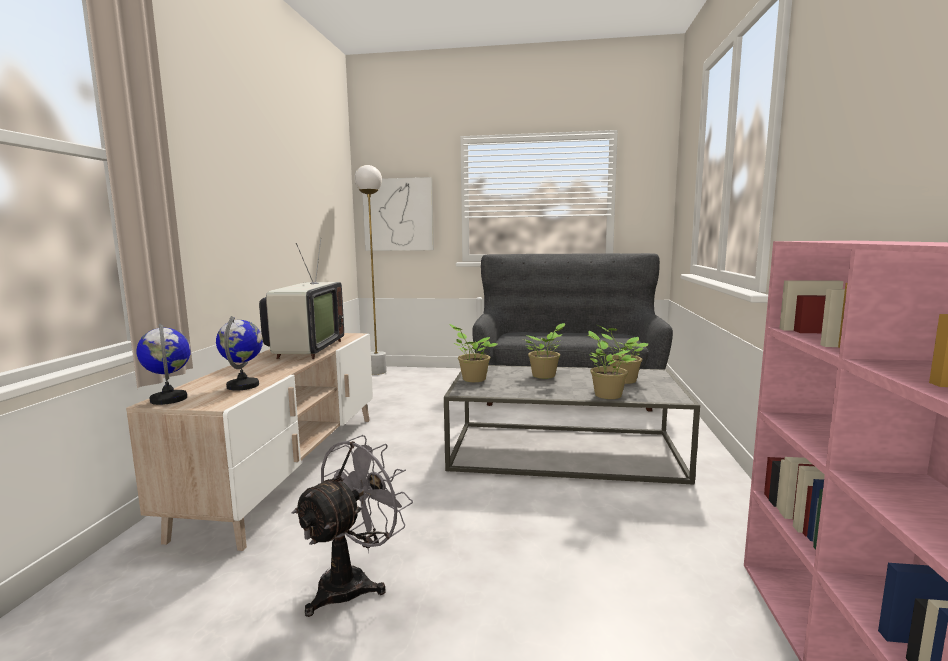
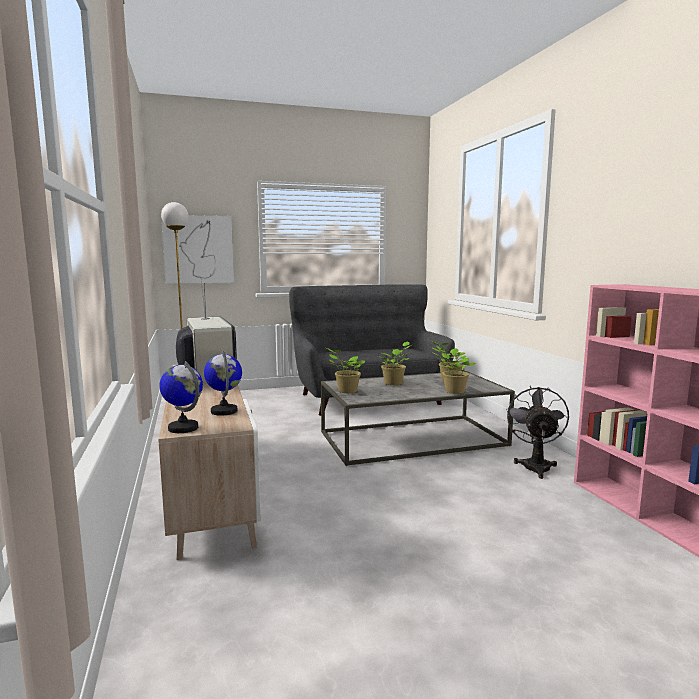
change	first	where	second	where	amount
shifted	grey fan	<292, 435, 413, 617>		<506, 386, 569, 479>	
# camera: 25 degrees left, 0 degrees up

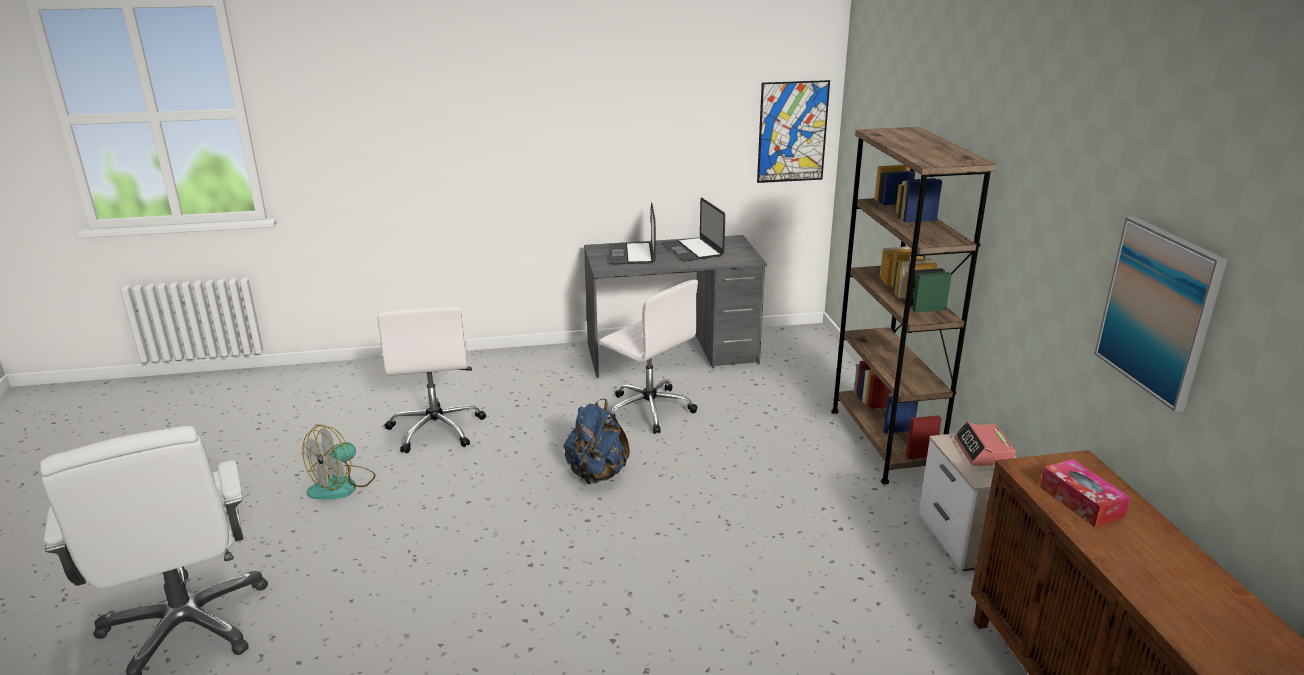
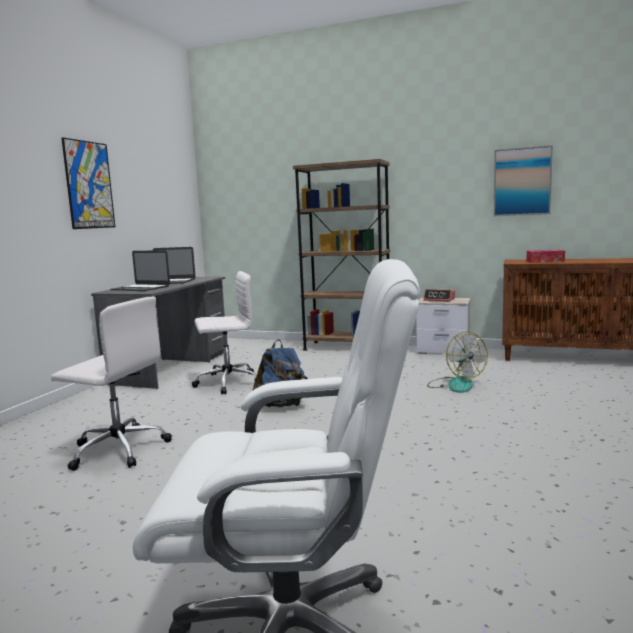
change	first	where	second	where	amount
shifted	picture	<757, 80, 830, 183>		<61, 137, 115, 229>	
shifted	fan	<302, 425, 375, 500>		<427, 331, 488, 393>	
# camera: 60 degrees left, 15 degrees down

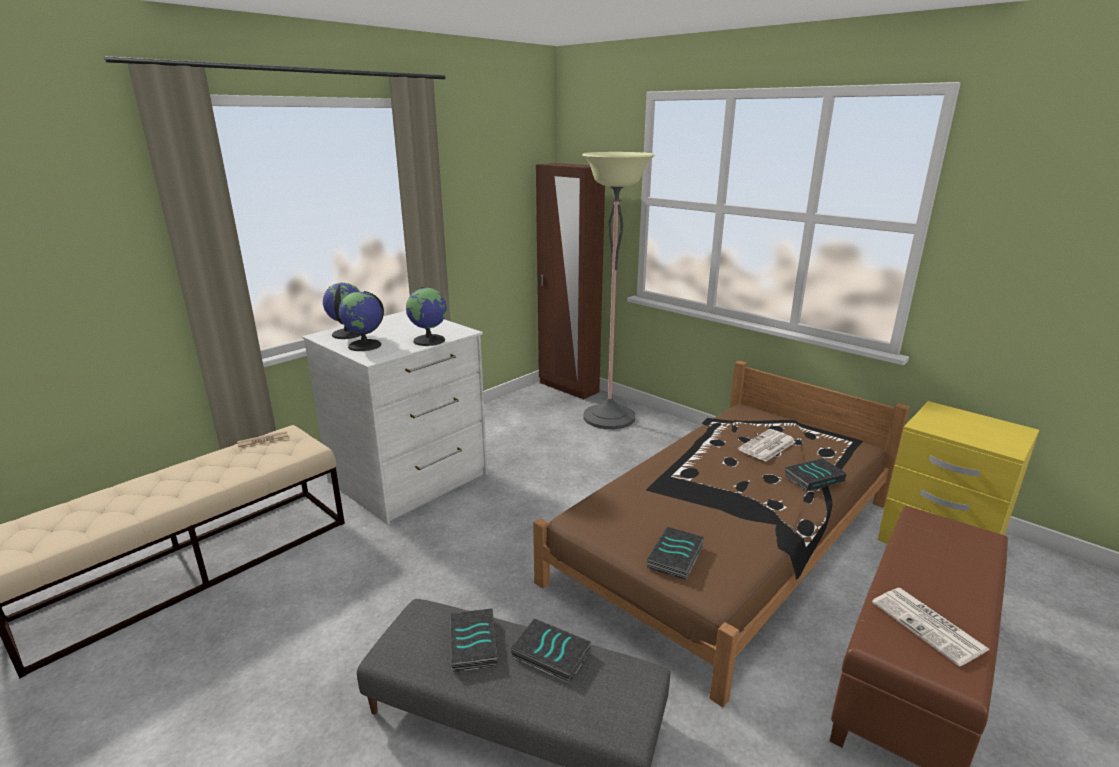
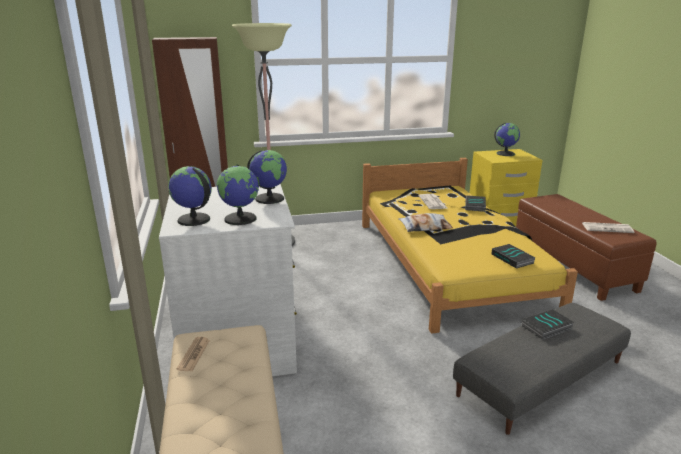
change	first	where	second	where	amount
repainted	brown bed	<533, 361, 910, 707>	yellow bed	<362, 158, 578, 334>	
gone	book	<450, 608, 498, 672>			
new			globe	<494, 123, 520, 156>	
new			pillow	<398, 213, 453, 232>	
# camera: 55 degrees left, 0 degrees up

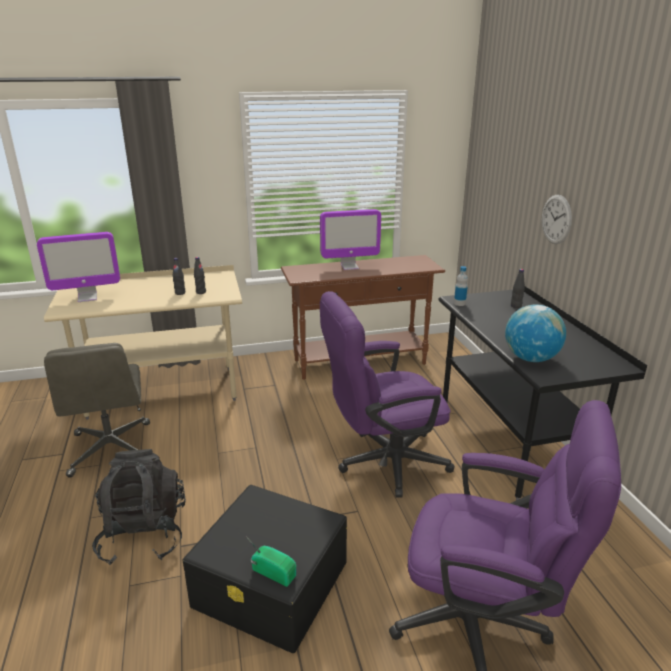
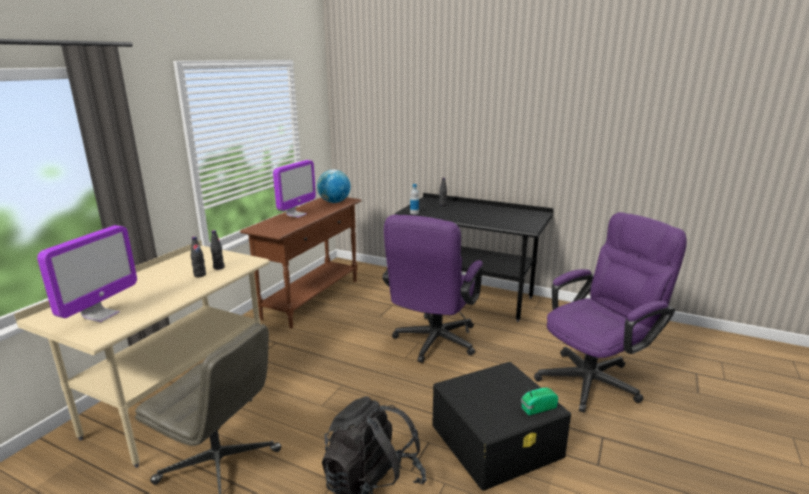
change	first	where	second	where	amount
gone	wall clock	<542, 195, 572, 244>			
shifted	globe	<505, 304, 566, 362>		<317, 170, 351, 203>	
# camera: 50 degrees left, 5 degrees down

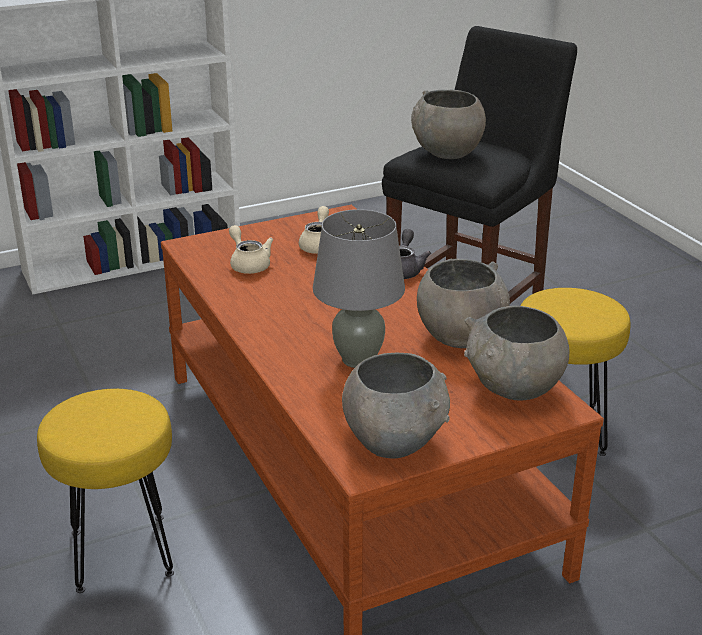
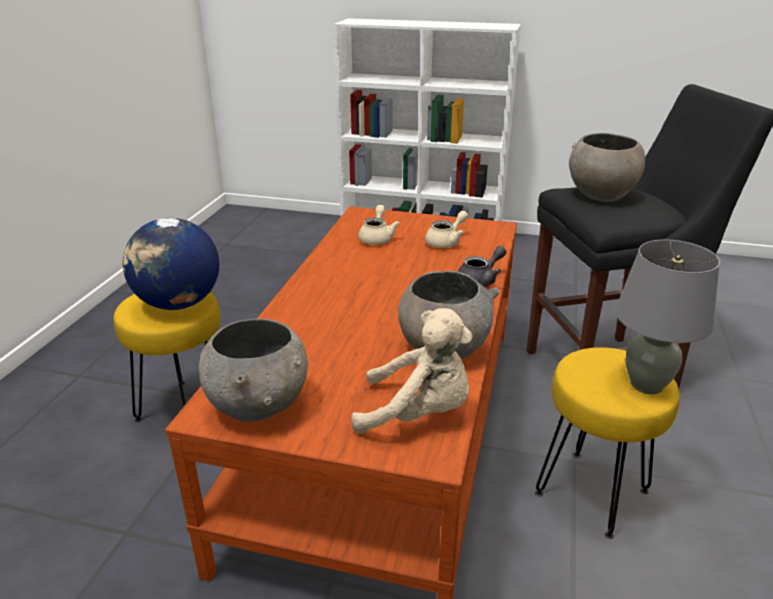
change	first	where	second	where	amount
shifted	grey table lamp	<313, 209, 405, 368>		<615, 240, 720, 394>	
swapped	grey bowl	<464, 306, 569, 400>	beige plush toy	<351, 308, 473, 434>	
new			globe	<122, 218, 219, 310>	
# camera: 40 degrees right, 0 degrees up

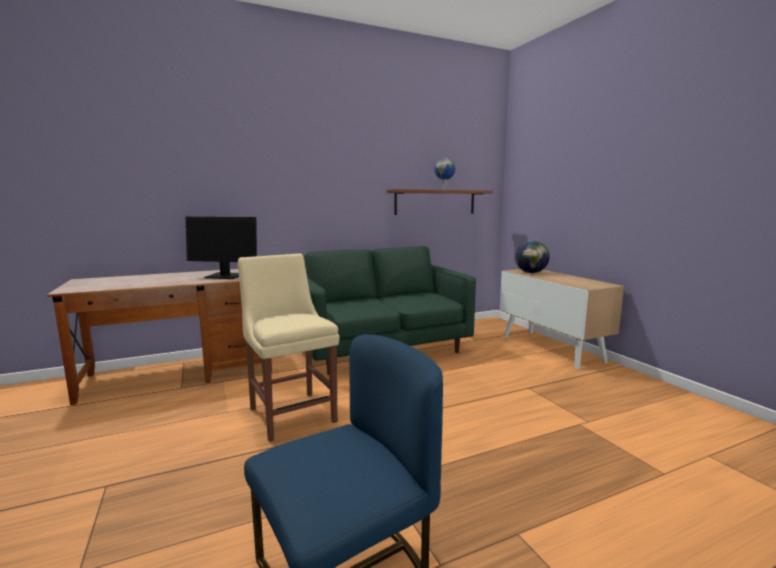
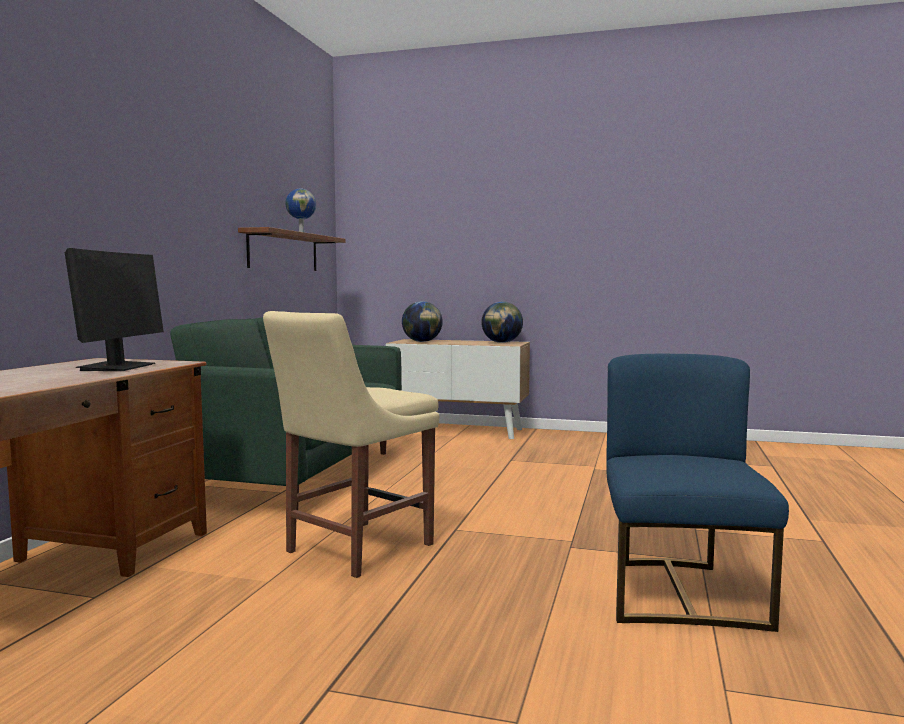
change	first	where	second	where	amount
rotated	monitor	<186, 217, 257, 279>		<65, 248, 164, 371>	45 degrees counterclockwise
rotated	beige chair	<238, 254, 340, 442>		<263, 311, 439, 578>	60 degrees counterclockwise
new			globe	<481, 302, 523, 343>	
# camera: 50 degrees left, 5 degrees down

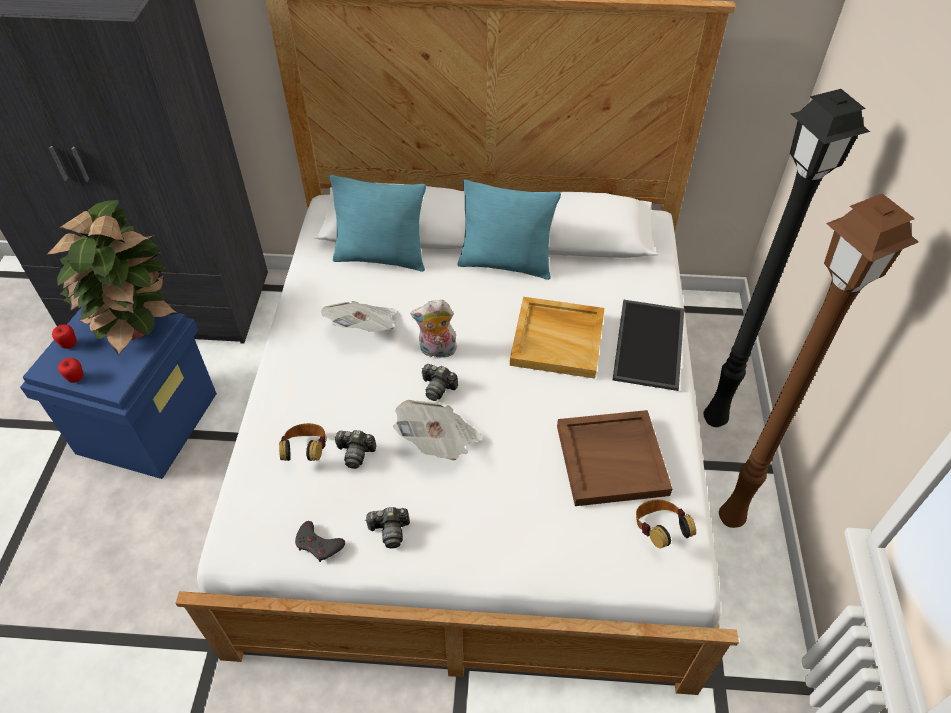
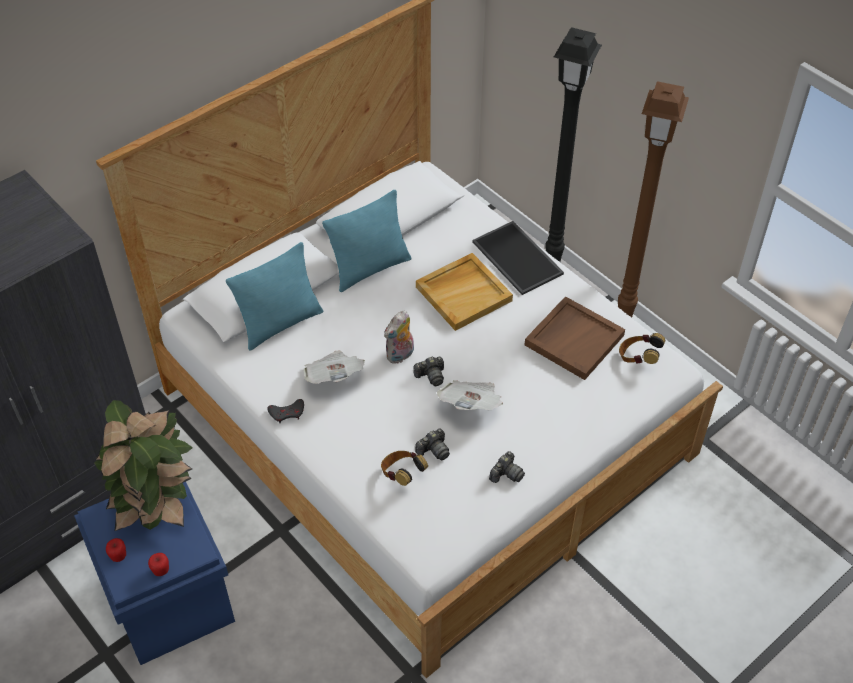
change	first	where	second	where	amount
shifted	grey game controller	<295, 521, 345, 562>		<267, 399, 304, 423>	
# camera: 45 degrees left, 0 degrees up

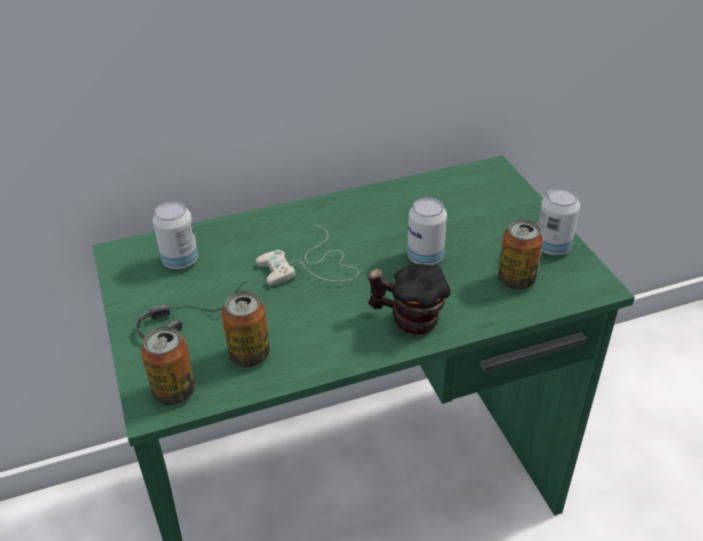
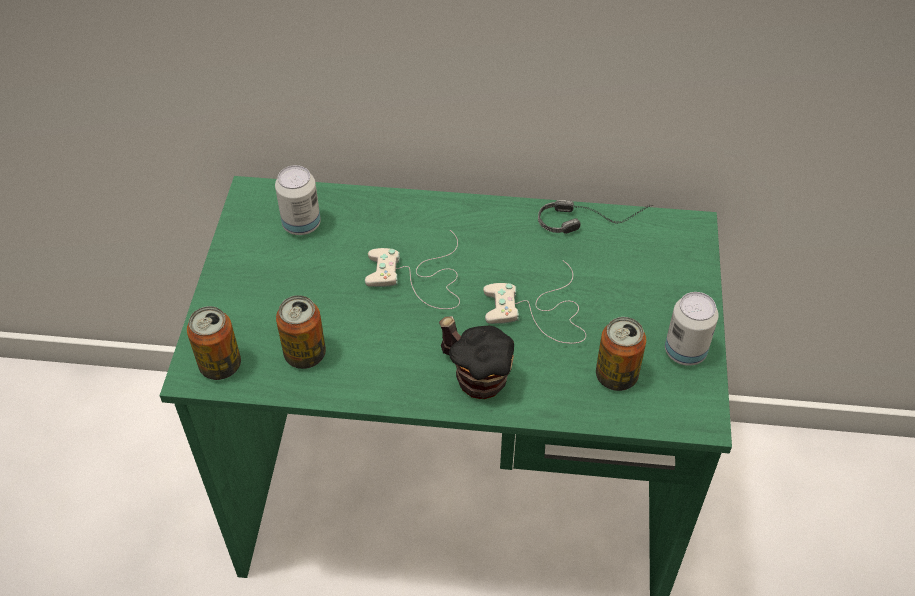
change	first	where	second	where	amount
swapped	can	<407, 197, 447, 265>	white game controller	<483, 260, 586, 344>	
shifted	headphones	<135, 282, 246, 339>		<538, 200, 653, 234>	
# camera: 25 degrees right, 10 degrees up

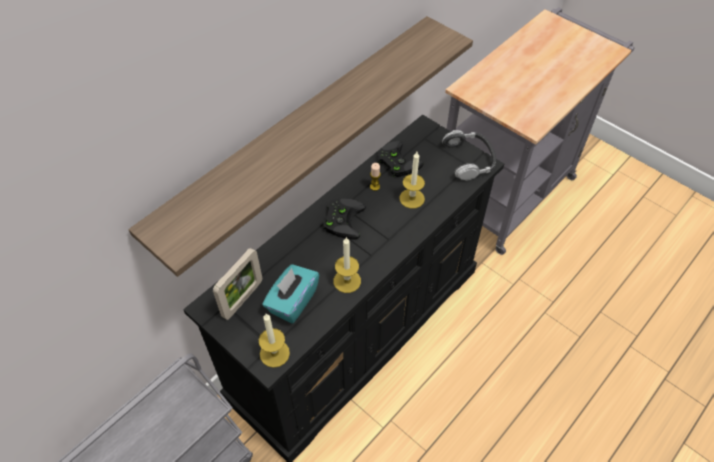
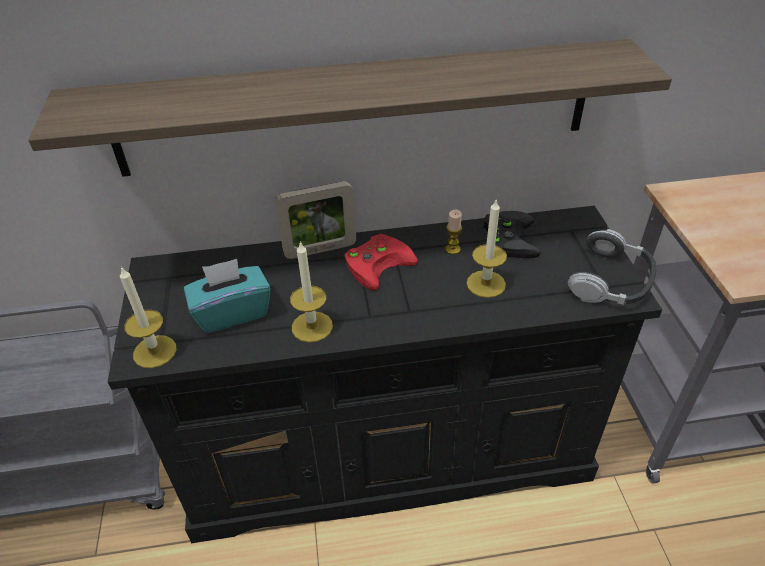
change	first	where	second	where	amount
repainted	black game controller	<323, 199, 366, 239>	red game controller	<345, 234, 418, 290>	
shifted	picture frame	<213, 248, 262, 320>		<275, 181, 356, 259>	
# camera: 40 degrees right, 10 degrees down

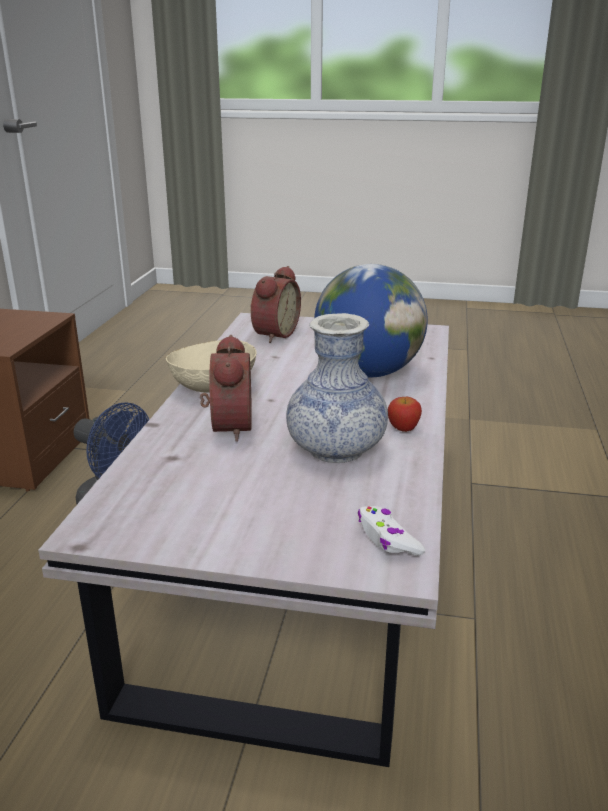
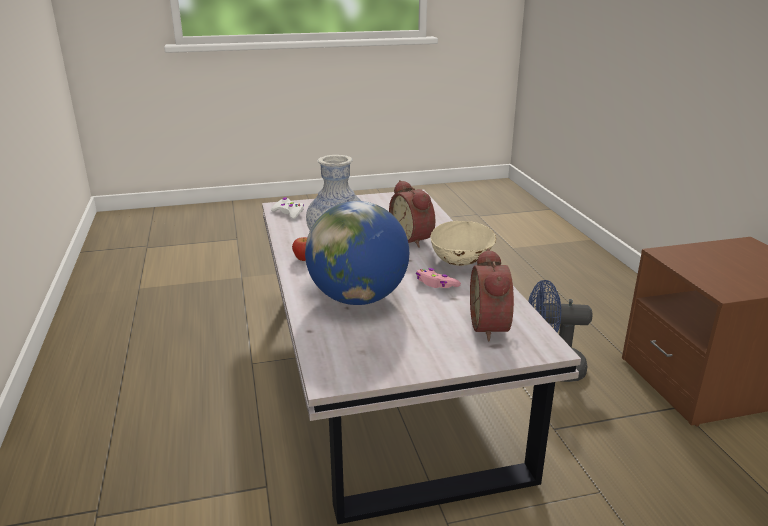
change	first	where	second	where	amount
new			pink game controller	<416, 268, 461, 288>	
# camera: 155 degrees right, 0 degrees up

